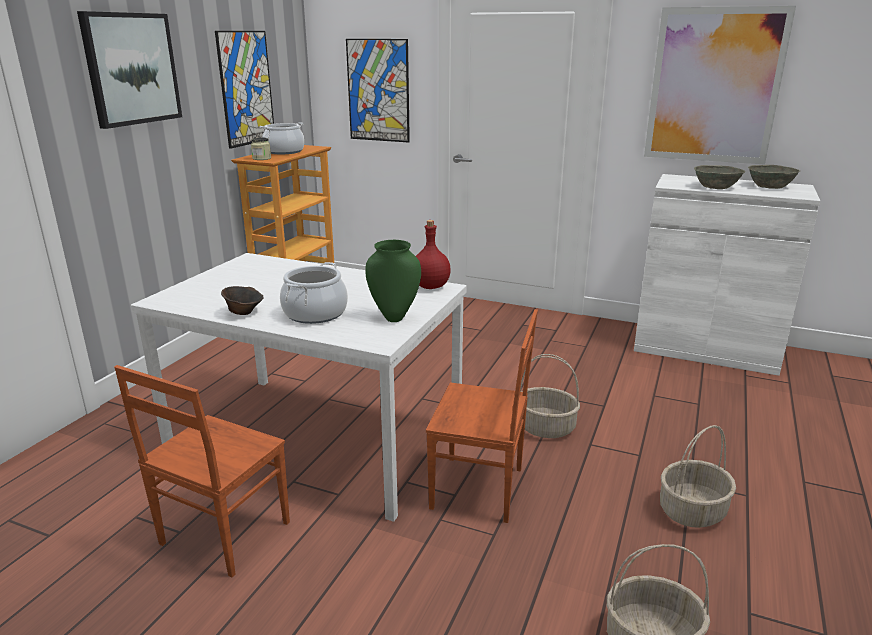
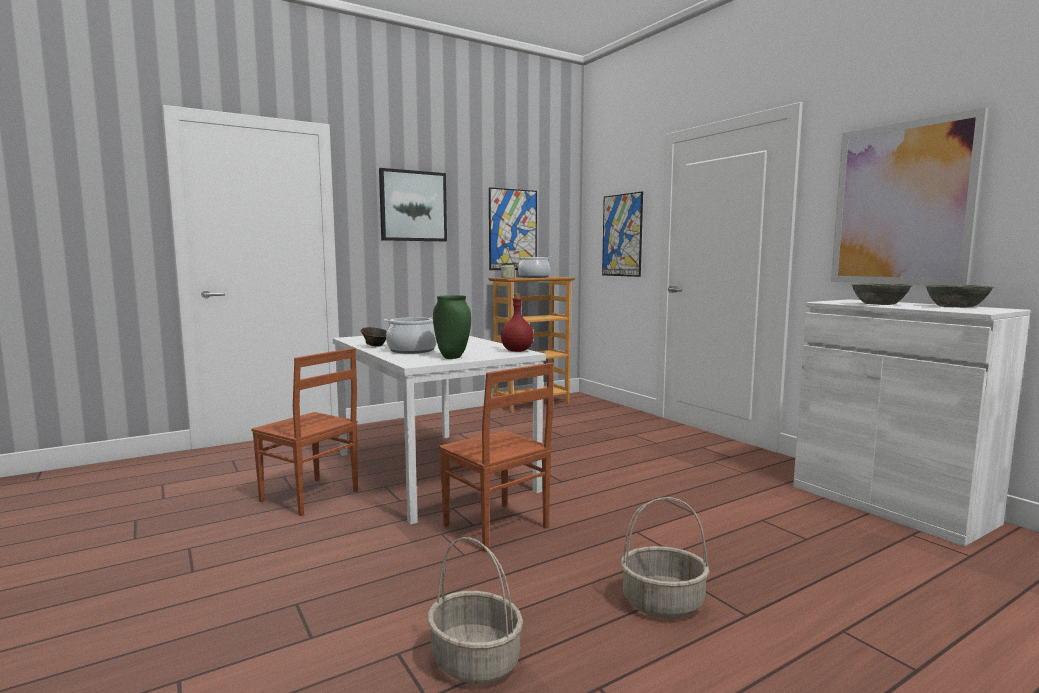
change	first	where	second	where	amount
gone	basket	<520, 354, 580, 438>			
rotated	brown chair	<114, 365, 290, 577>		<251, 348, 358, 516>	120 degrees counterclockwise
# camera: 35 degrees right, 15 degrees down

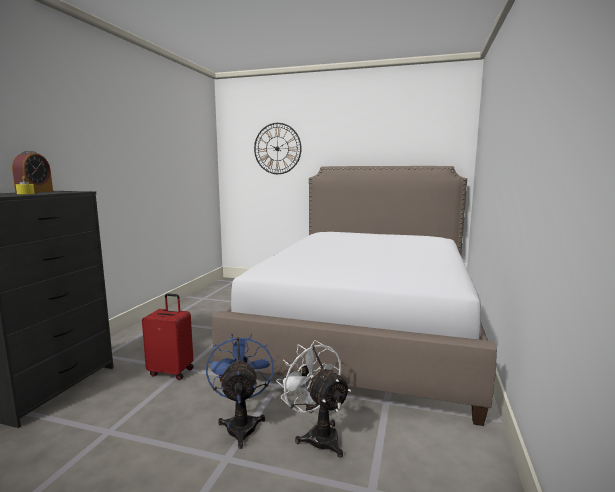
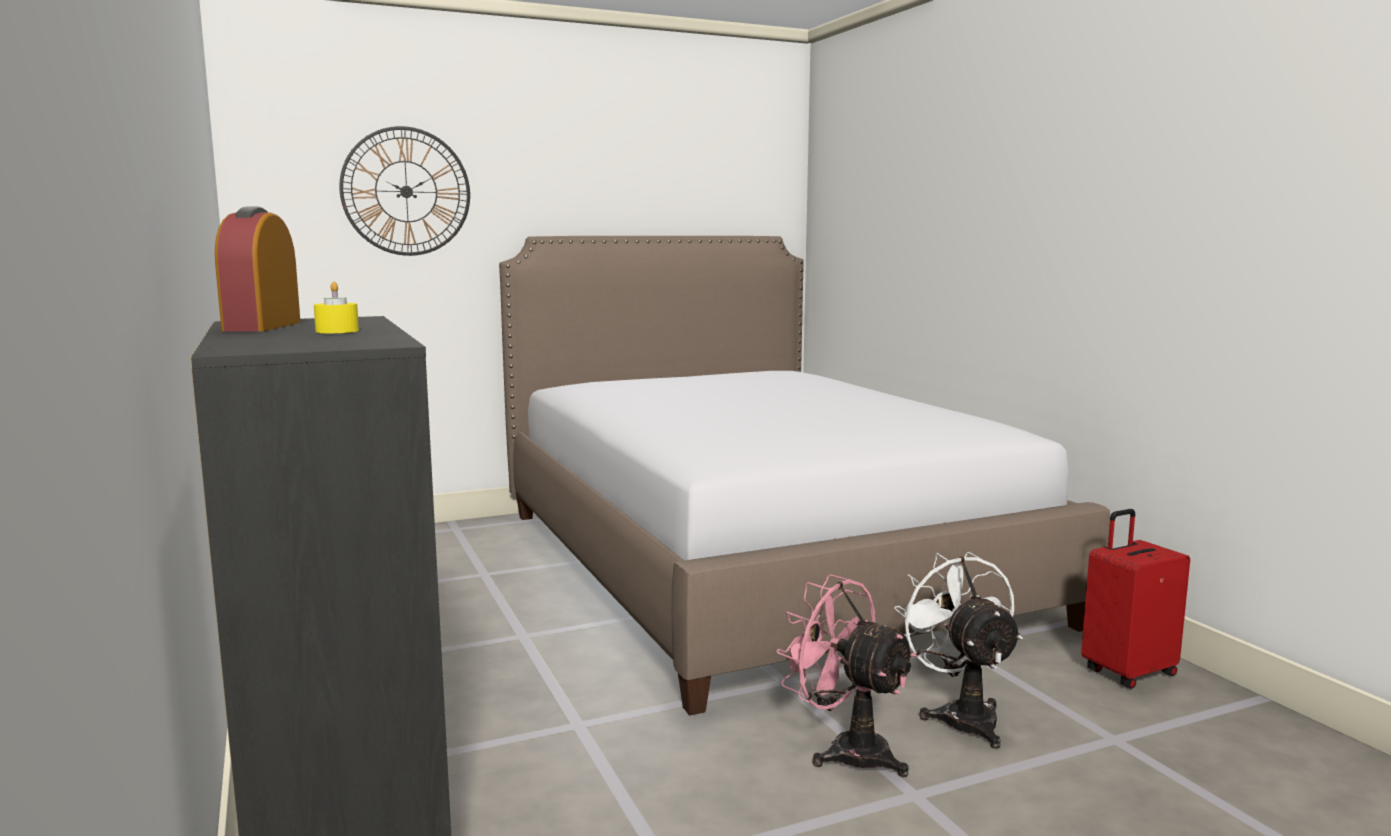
change	first	where	second	where	amount
rotated	alarm clock	<12, 151, 53, 193>		<215, 207, 301, 331>	150 degrees counterclockwise
shifted	red suitcase	<142, 293, 194, 380>		<1081, 509, 1190, 689>	
repainted	blue fan	<206, 334, 274, 449>	pink fan	<776, 574, 917, 777>	
rotated	white fan	<276, 340, 351, 458>		<894, 552, 1023, 749>	60 degrees clockwise
# camera: 40 degrees left, 0 degrees up

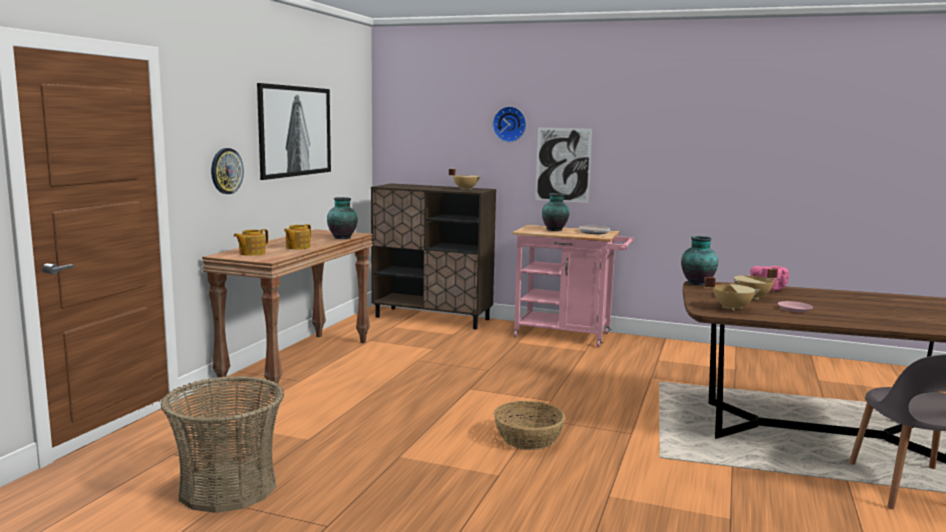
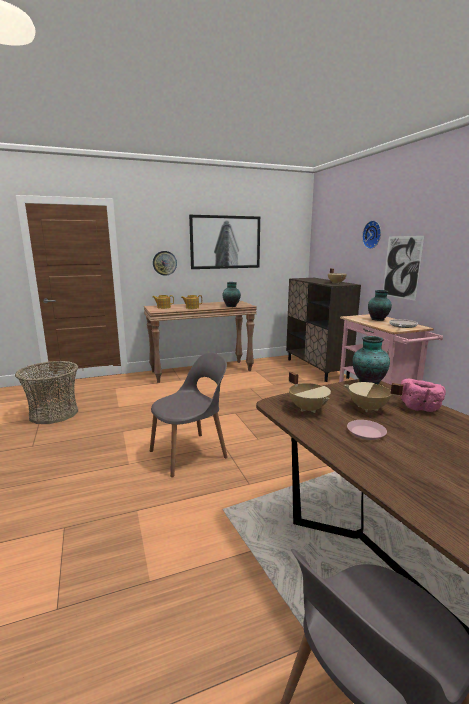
change	first	where	second	where	amount
swapped	basket	<494, 401, 565, 450>	grey chair	<150, 352, 228, 477>	
# camera: 50 degrees right, 5 degrees up

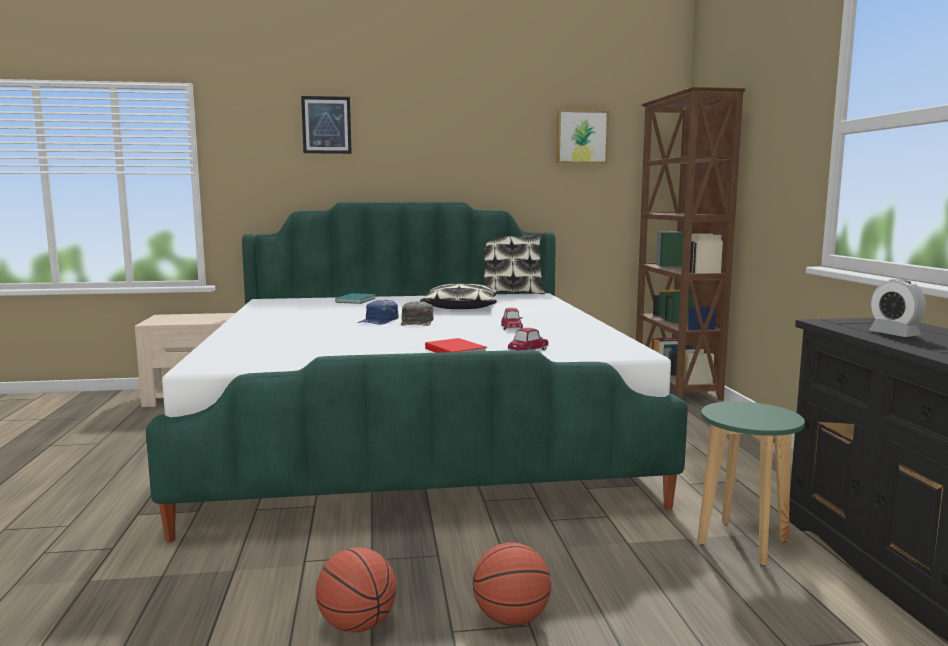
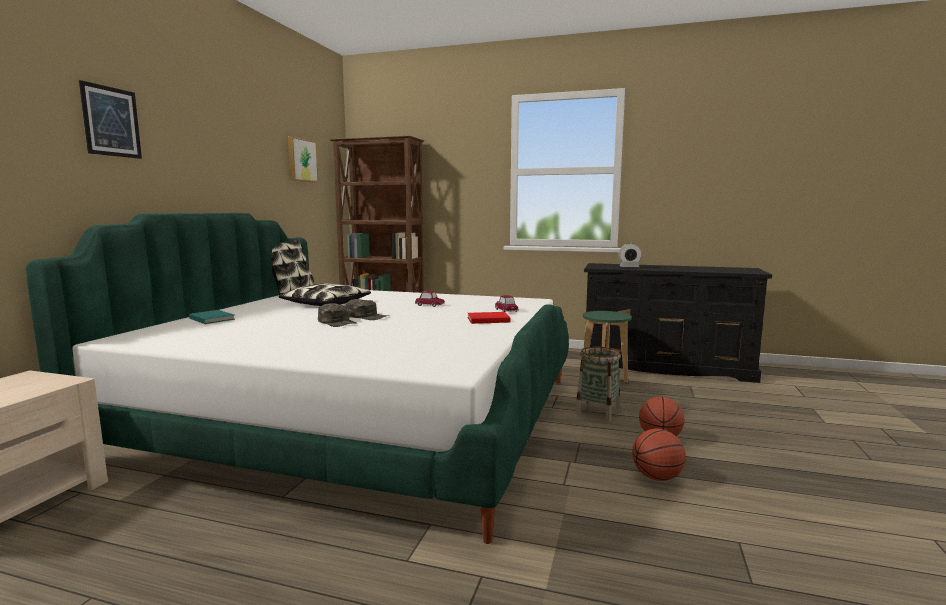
change	first	where	second	where	amount
repainted	blue cap	<357, 300, 399, 325>	green cap	<318, 303, 358, 327>	
new			basket	<575, 346, 621, 421>	
# camera: 65 degrees left, 0 degrees up

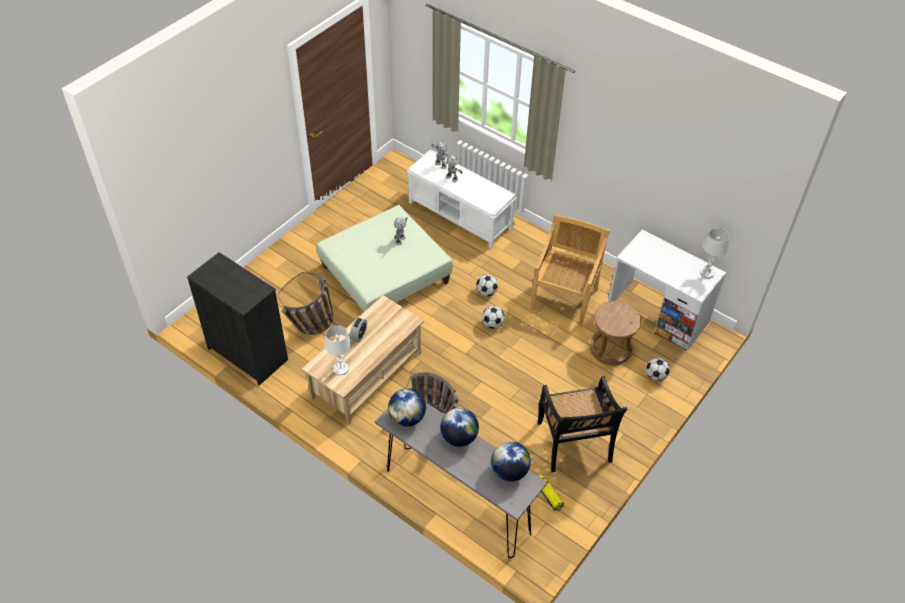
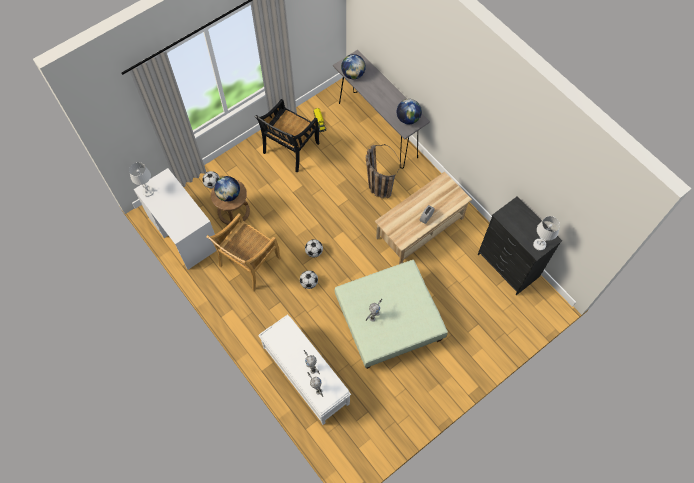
change	first	where	second	where	amount
gone	basket	<278, 272, 334, 335>			
shifted	white table lamp	<325, 325, 351, 375>		<533, 216, 560, 251>	
rotated	black chair	<537, 376, 627, 472>		<255, 99, 320, 172>	150 degrees counterclockwise
shifted	globe	<440, 408, 479, 447>		<214, 176, 240, 202>	
# camera: 165 degrees left, 15 degrees up

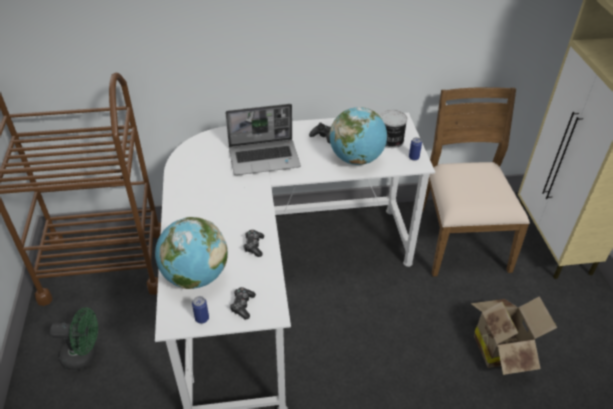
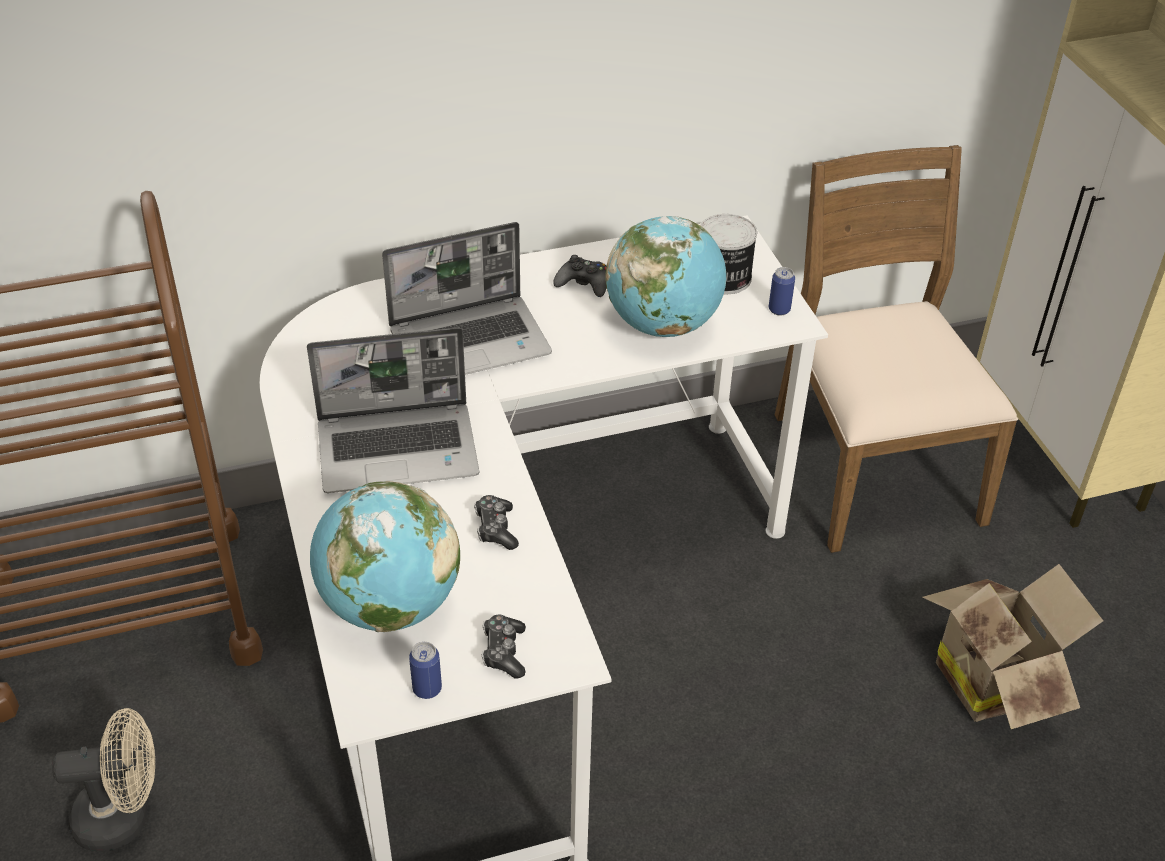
change	first	where	second	where	amount
repainted	green fan	<50, 307, 98, 371>	beige fan	<52, 708, 155, 851>	
new			laptop	<307, 327, 479, 493>	
# camera: 10 degrees left, 0 degrees up

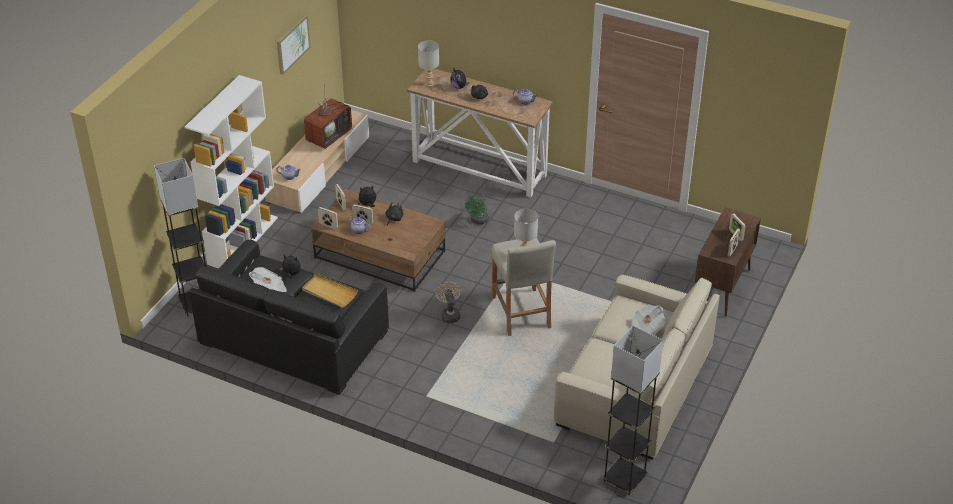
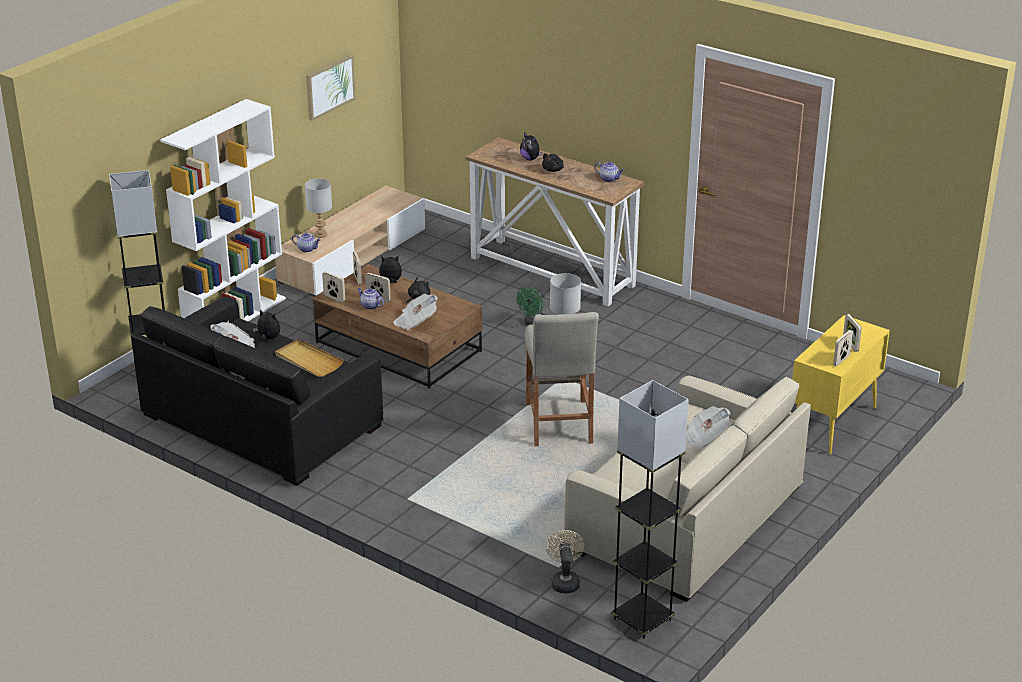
change	first	where	second	where	amount
shifted	grey table lamp	<418, 40, 439, 87>		<305, 179, 332, 238>	
gone	television	<304, 83, 352, 149>			
repainted	brown cabinet	<695, 207, 761, 317>	yellow cabinet	<792, 315, 890, 455>	
shifted	beige fan	<436, 282, 461, 323>		<546, 530, 584, 593>	
new			newspaper	<393, 294, 438, 331>	
# camera: 10 degrees right, 10 degrees down

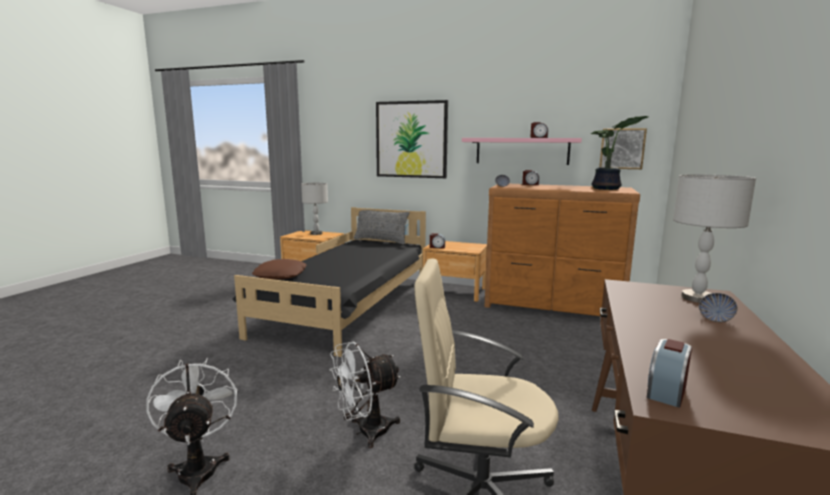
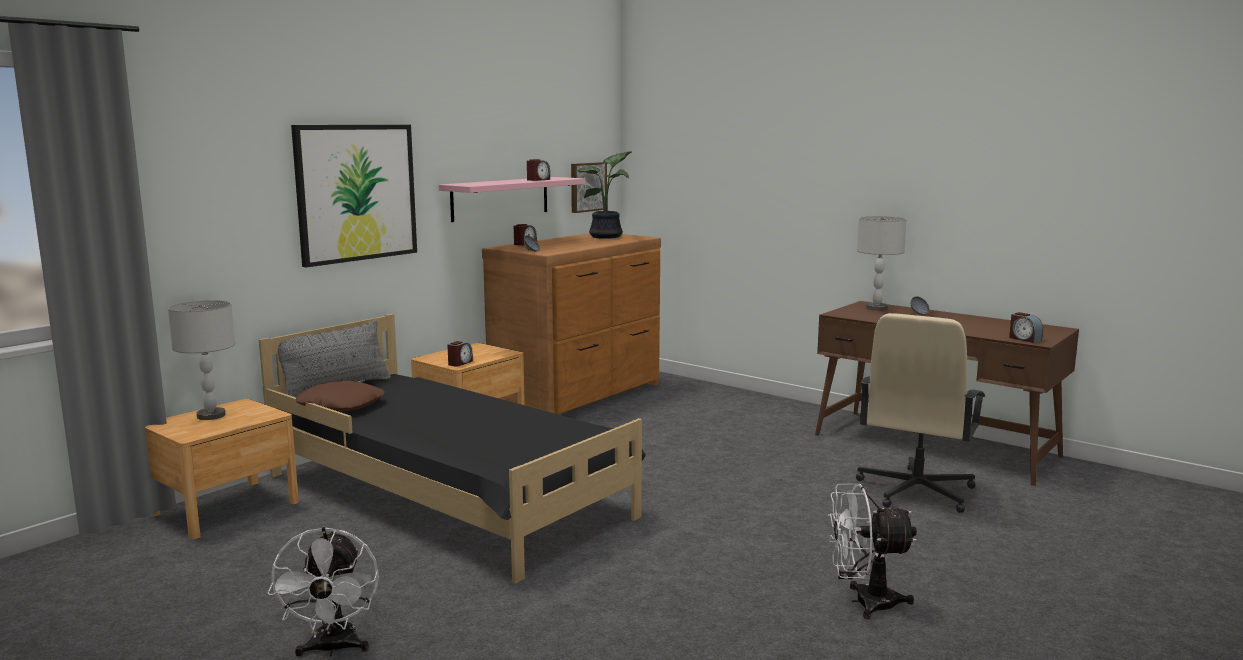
change	first	where	second	where	amount
shifted	brown pillow	<252, 259, 307, 279>		<296, 381, 385, 412>	
shifted	white fan	<330, 341, 401, 448>		<267, 527, 379, 657>	
# camera: 70 degrees left, 0 degrees up

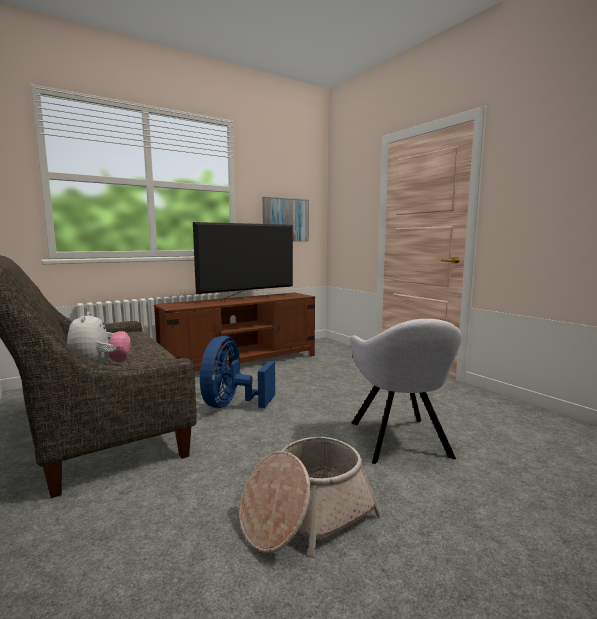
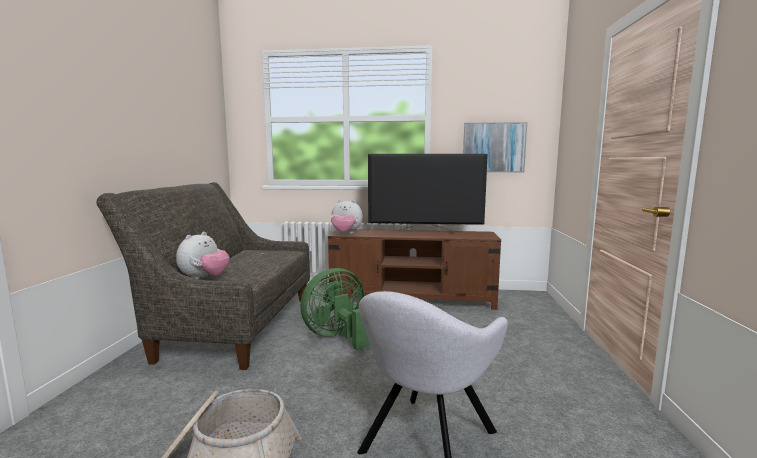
change	first	where	second	where	amount
repainted	blue fan	<200, 336, 275, 408>	green fan	<300, 268, 371, 350>	
new			plush toy	<331, 200, 363, 234>	
# camera: 40 degrees right, 0 degrees up

